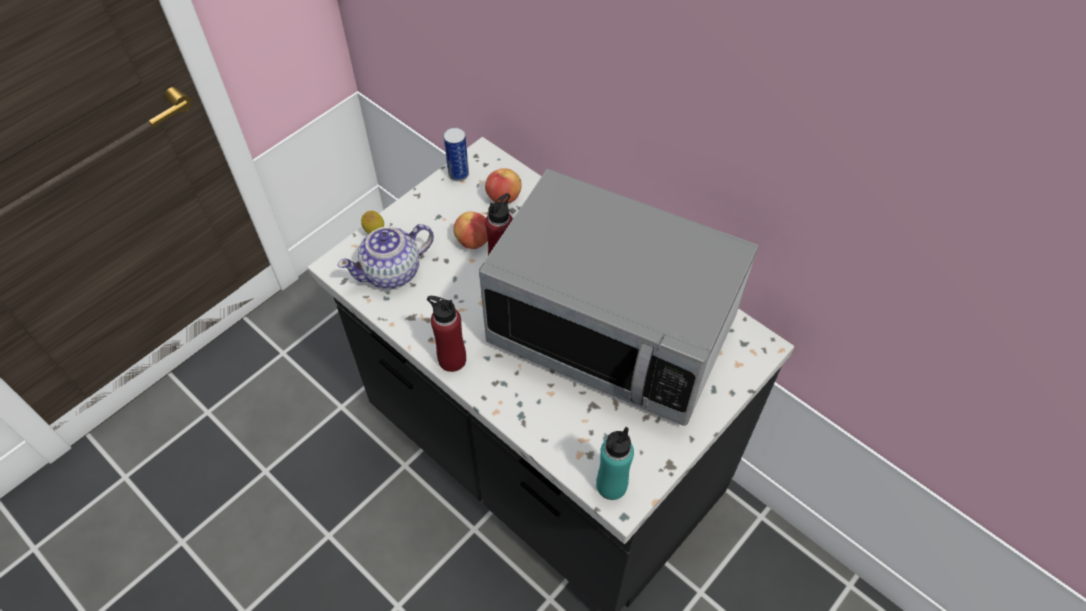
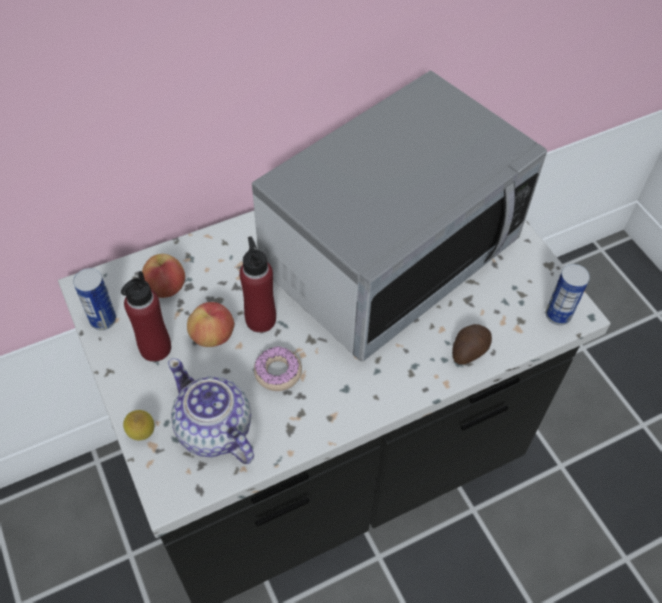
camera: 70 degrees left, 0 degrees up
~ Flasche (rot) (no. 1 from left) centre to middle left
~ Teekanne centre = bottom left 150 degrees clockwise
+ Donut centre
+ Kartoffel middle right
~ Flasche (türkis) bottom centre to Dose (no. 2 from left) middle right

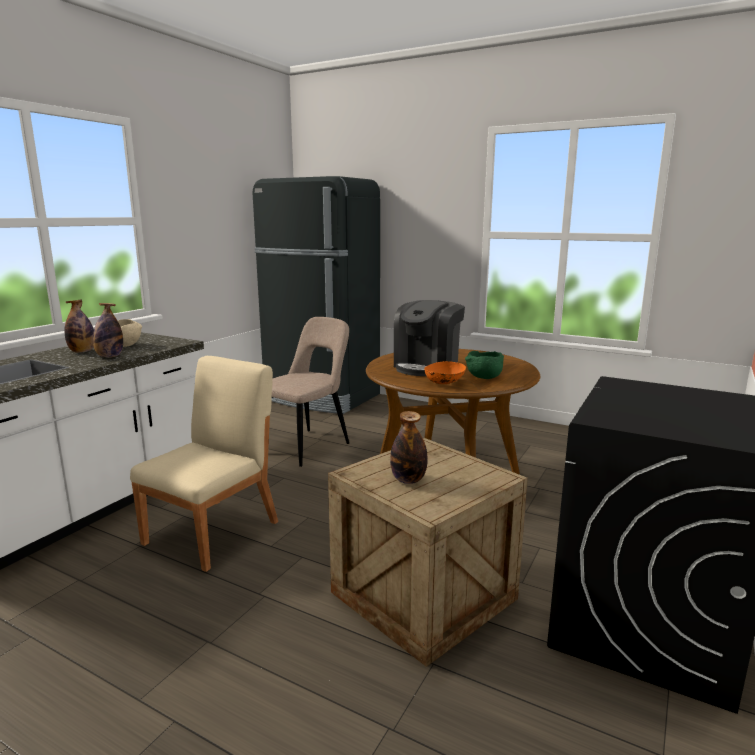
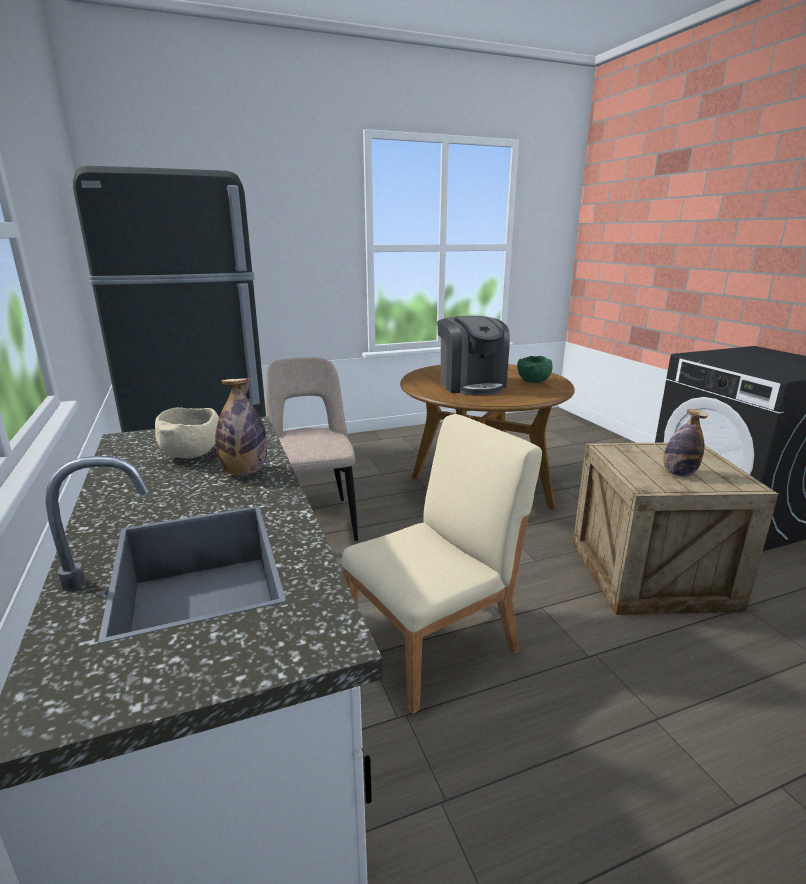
camera: 50 degrees left, 5 degrees up
~ Stuhl (beige) (no. 1 from left in the first image) middle left = centre 75 degrees clockwise
- Flasche (no. 1 from left) middle left
- Schüssel (orange) centre

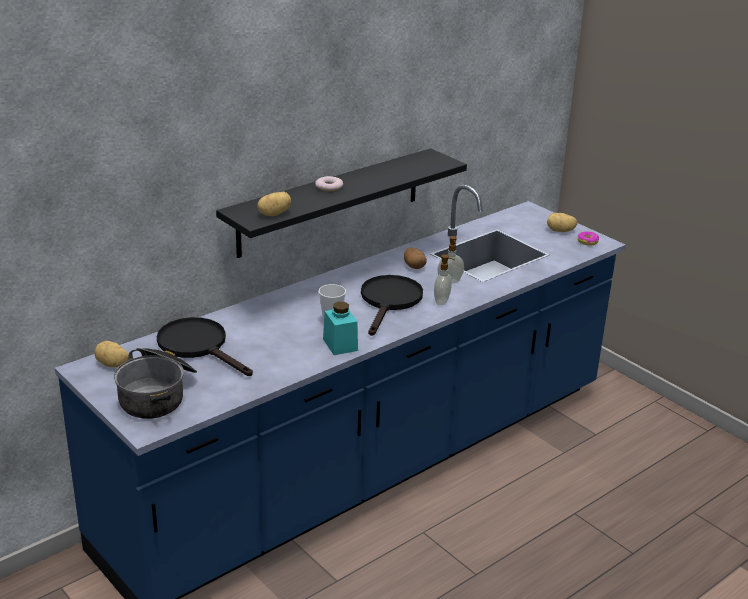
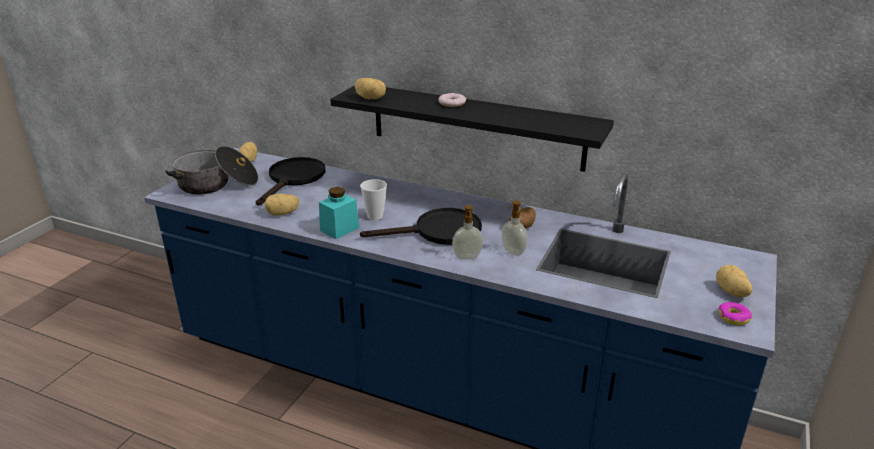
camera: 65 degrees right, 0 degrees up
+ Kartoffel (no. 2 from left) middle left

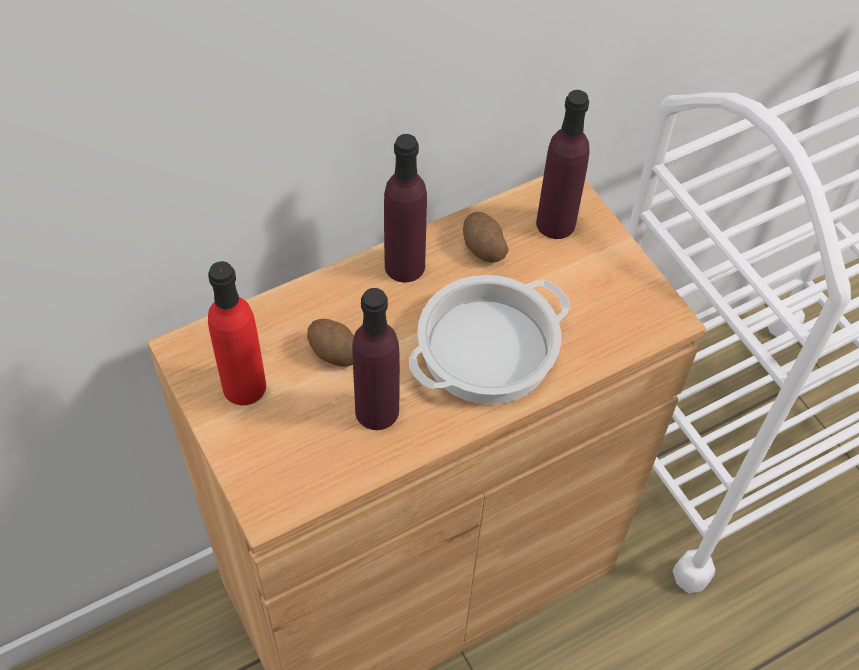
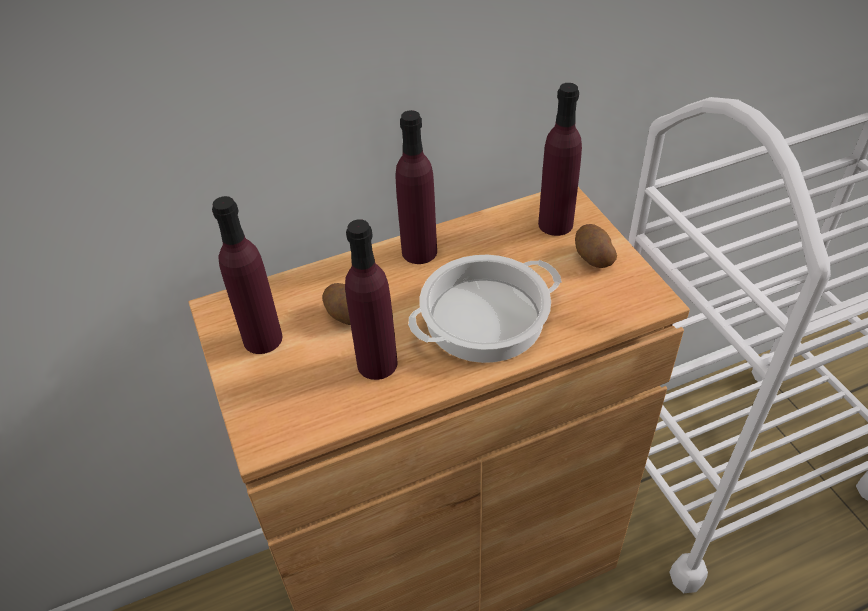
camera: 10 degrees right, 10 degrees down
~ Flasche (rot) middle left to Flasche (lila) (no. 1 from left) middle left
~ Kartoffel (no. 2 from left) centre to middle right

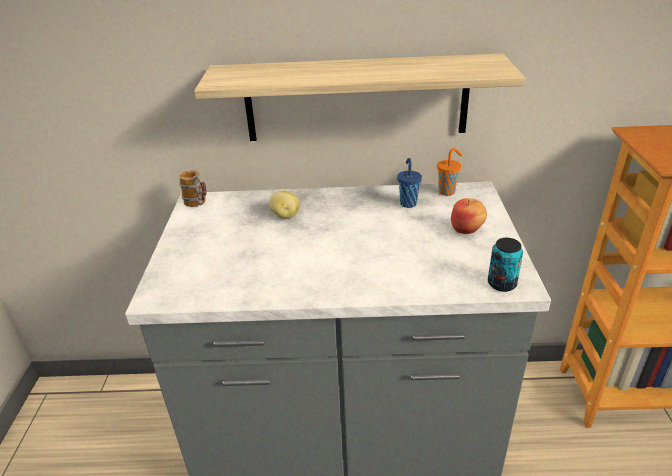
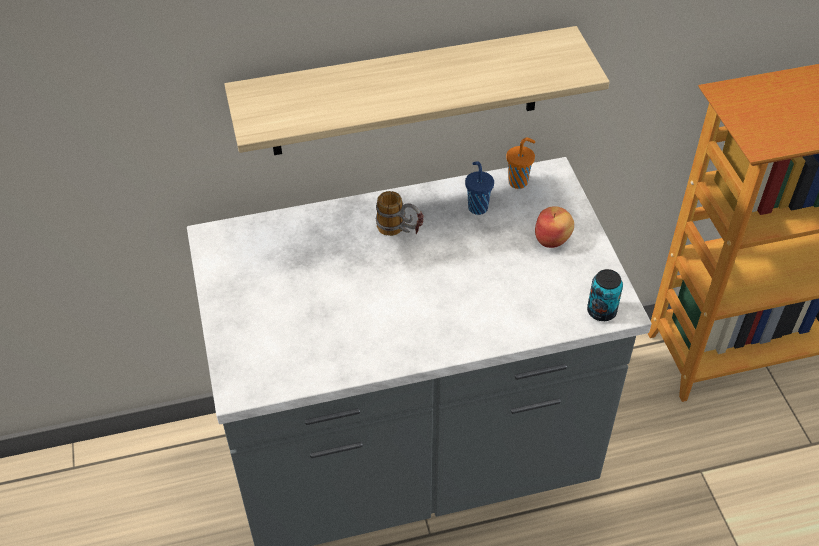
camera: 15 degrees left, 15 degrees up
~ Henkelbecher middle left to centre
- Kartoffel centre

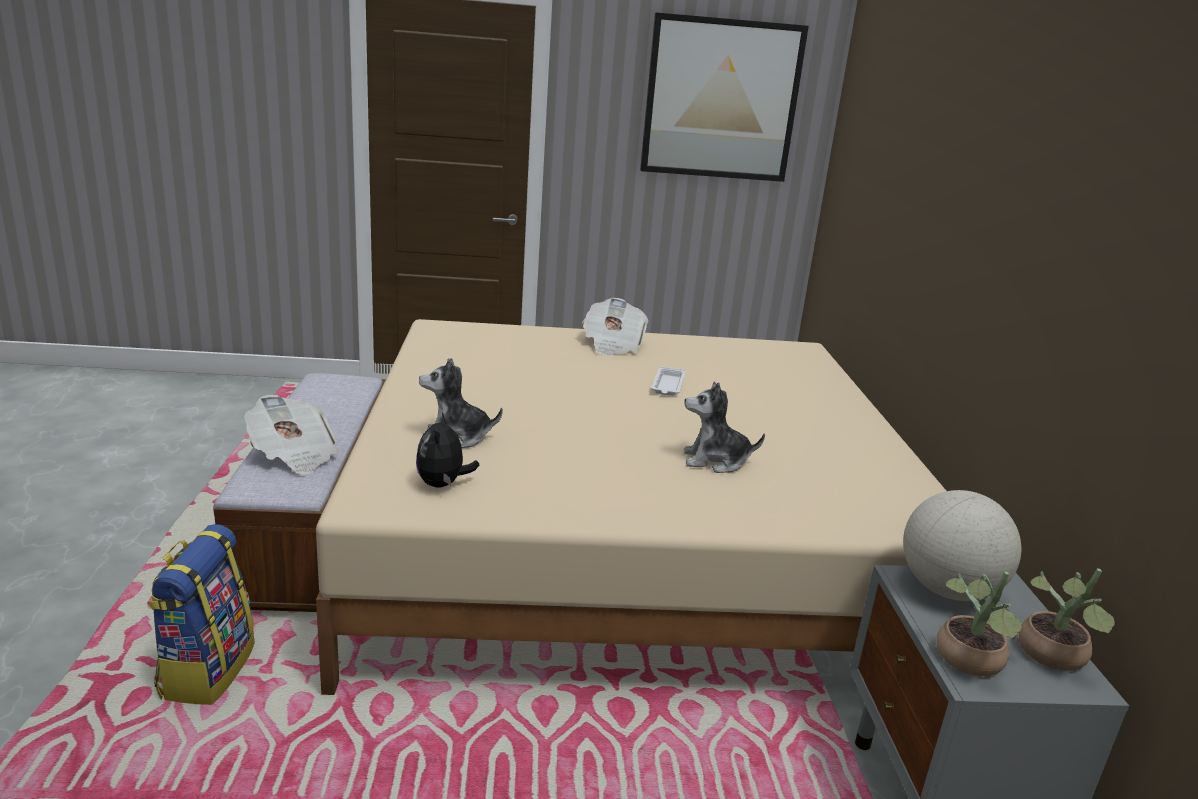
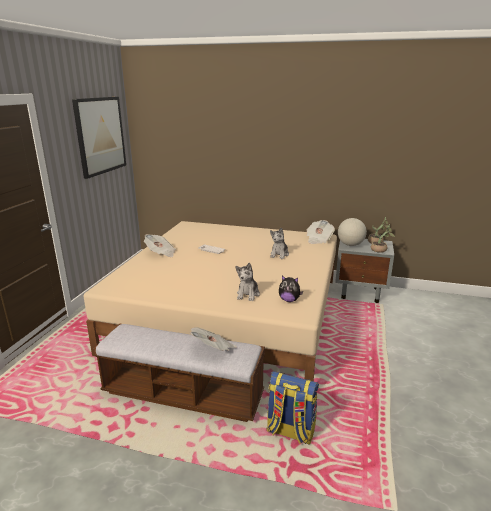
camera: 70 degrees left, 0 degrees up
+ Zeitung (no. 3 from left) centre

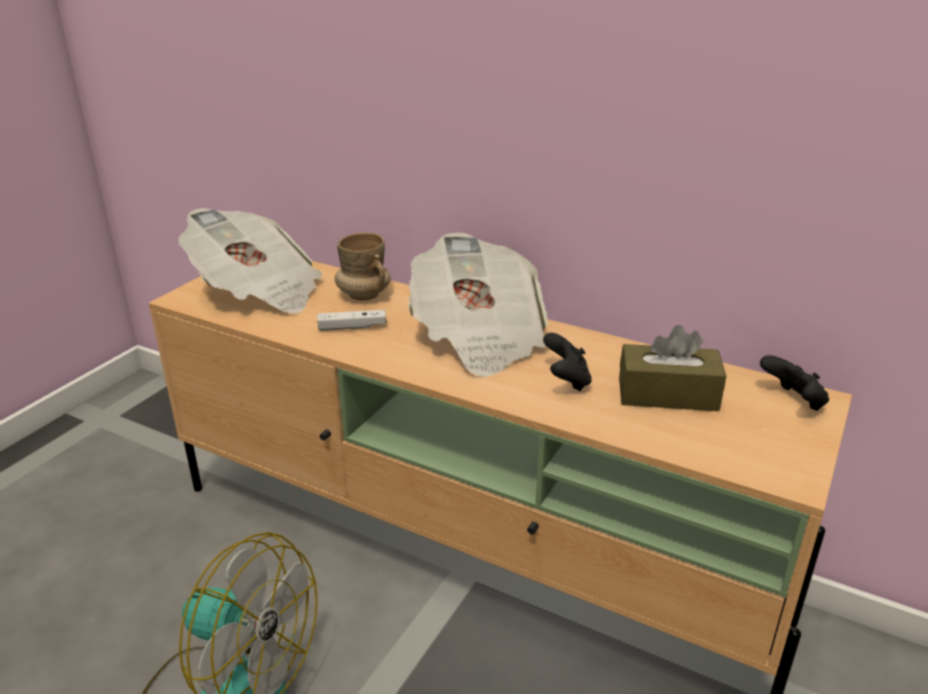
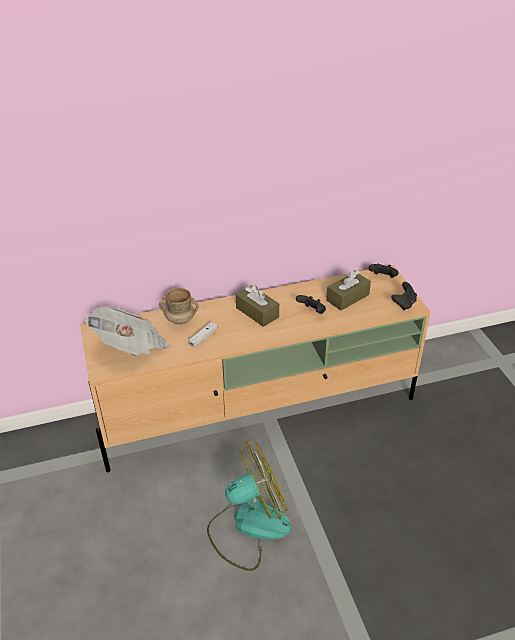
camera: 45 degrees left, 10 degrees up
~ Zeitung (no. 2 from left) centre to Taschentuchbox (braun) (no. 1 from left) centre
+ Gamepad (schwarz) (no. 3 from left) middle right

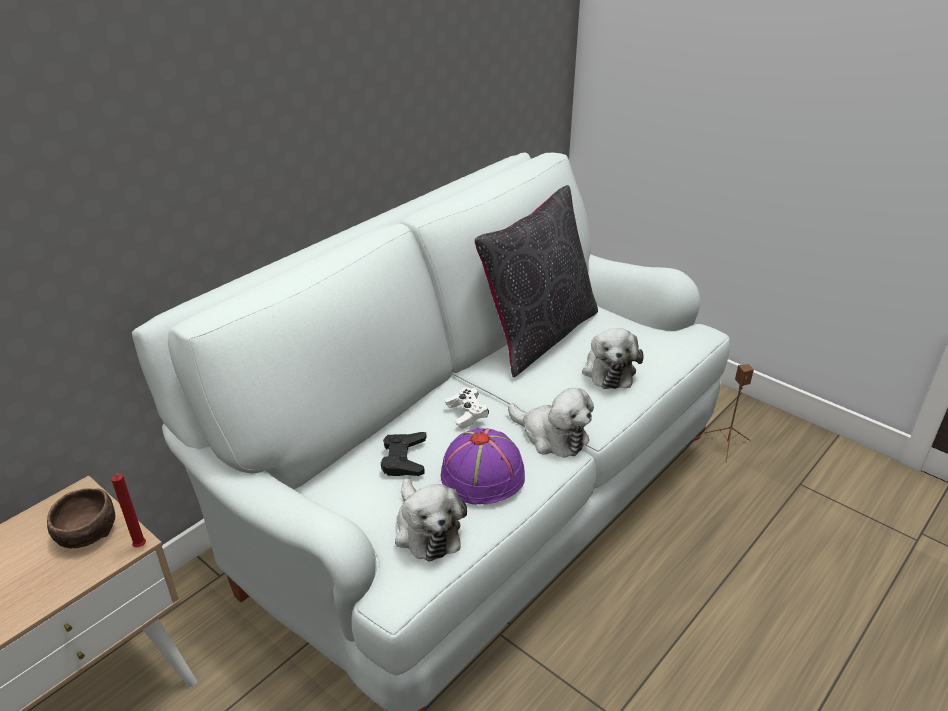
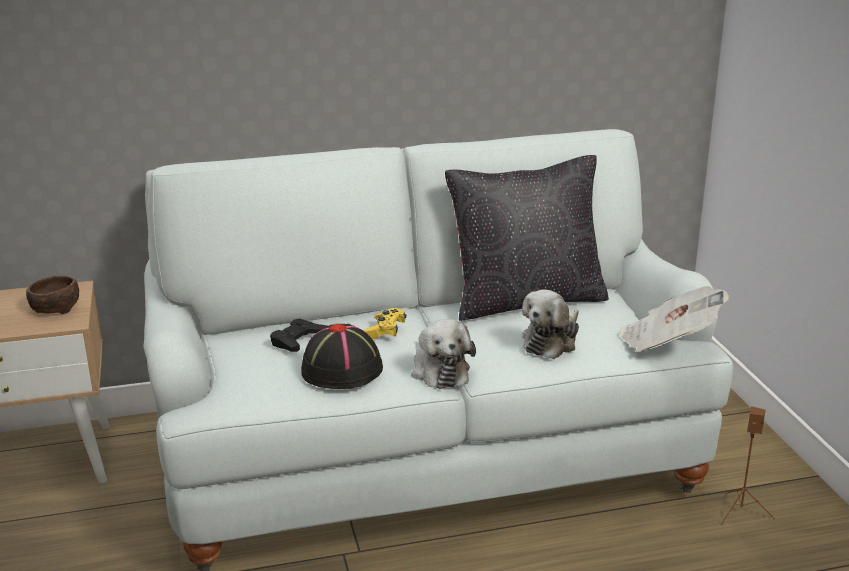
camera: 35 degrees right, 10 degrees down
~ Hut (lila) centre to Hut (schwarz) centre
~ Gamepad (weiß) centre to Gamepad (gelb) centre
+ Zeitung middle right
- Kerze (rot) bottom left
- Plüschtier (no. 1 from left) bottom centre

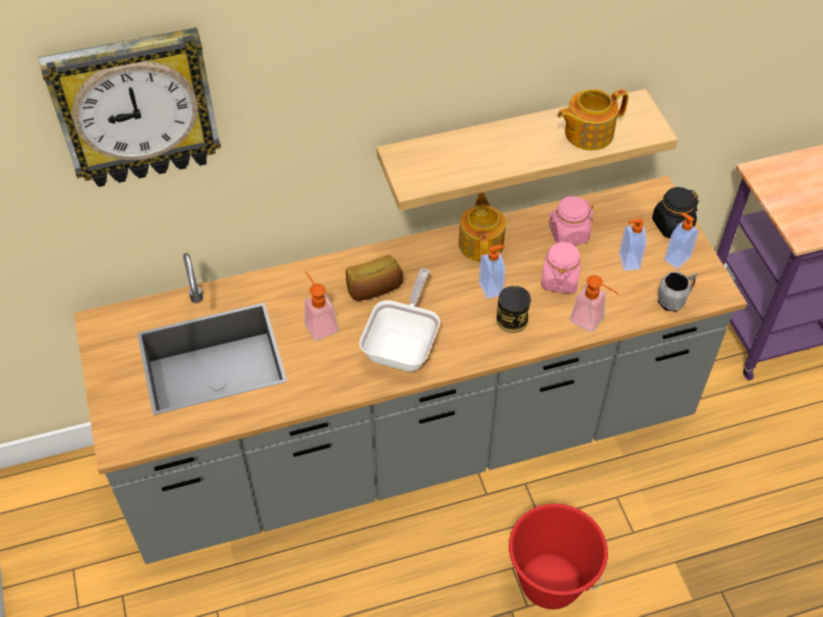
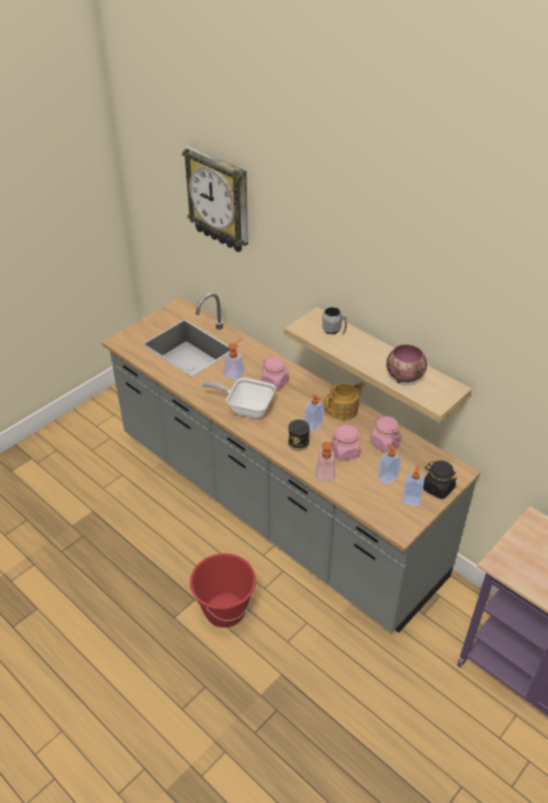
camera: 60 degrees right, 10 degrees down
~ Pfanne centre = centre 150 degrees counterclockwise
~ Brot centre to Vorratsglas (rosa) (no. 1 from left) centre
~ Henkelbecher (grau) middle right to centre
~ Teekanne (no. 2 from left) top right to Schüssel middle right

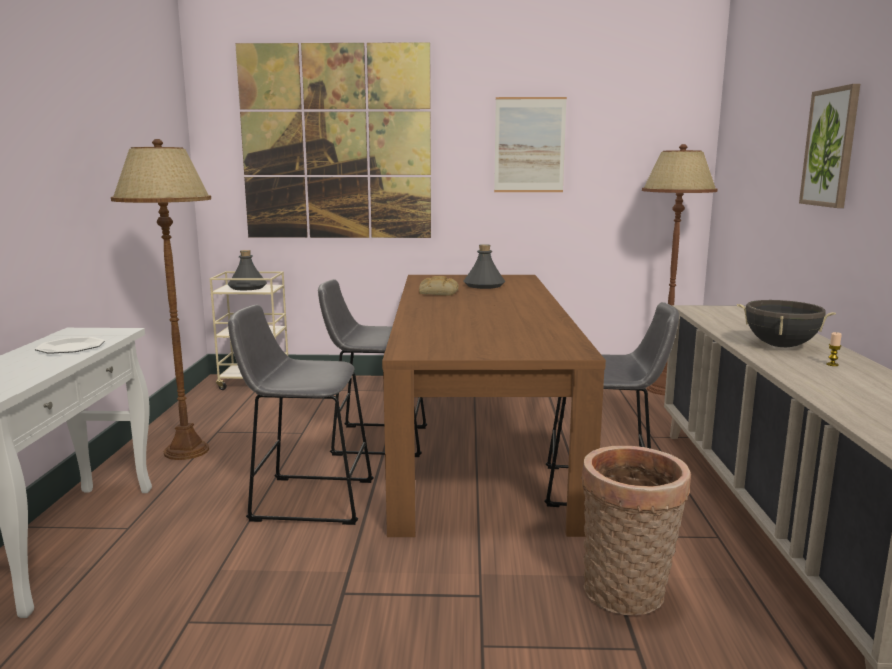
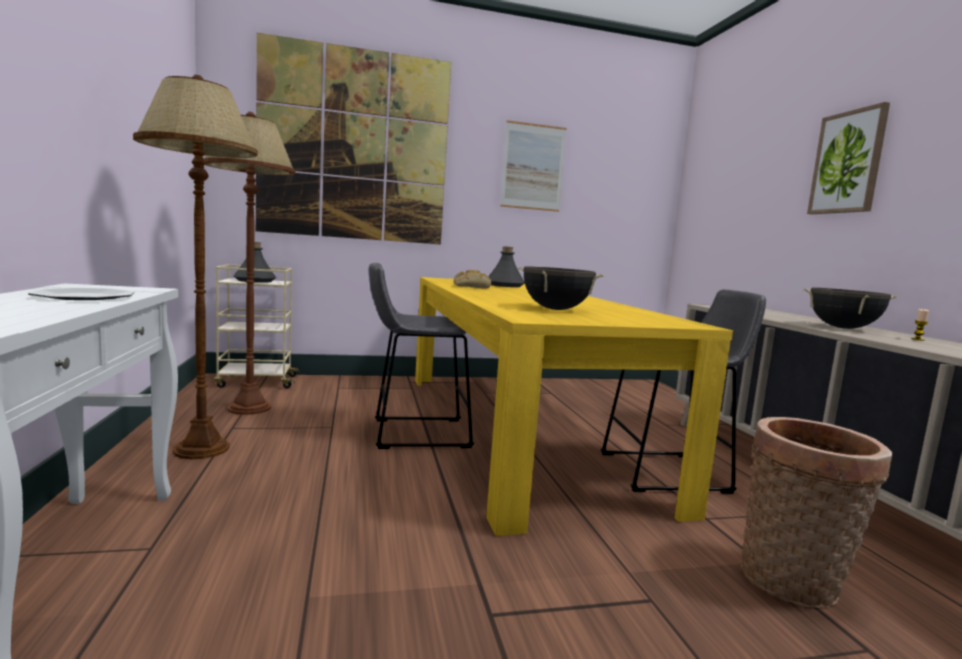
camera: 15 degrees left, 5 degrees down
~ Stehlampe (braun) (no. 2 from left) middle right to middle left
~ Esstisch (braun) centre to Esstisch (gelb) centre
+ Kochtopf (schwarz) (no. 1 from left) centre
- Hocker (grau) (no. 1 from left) centre

